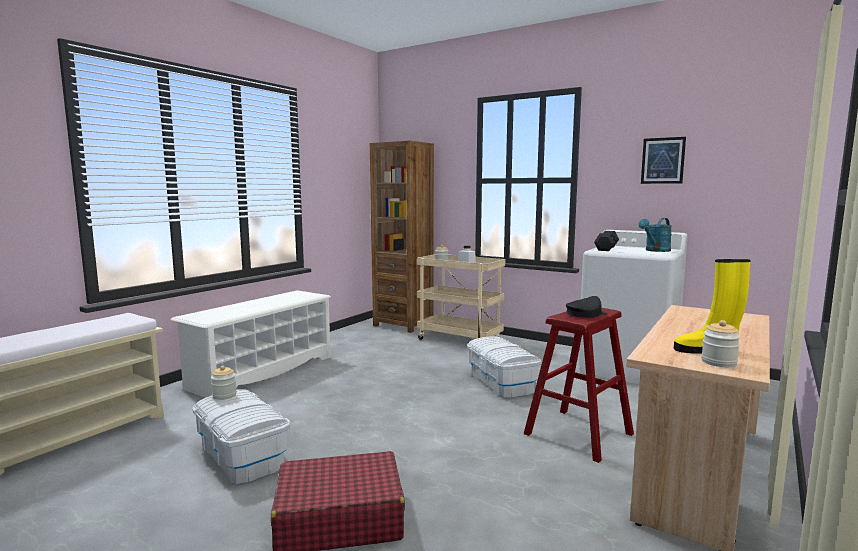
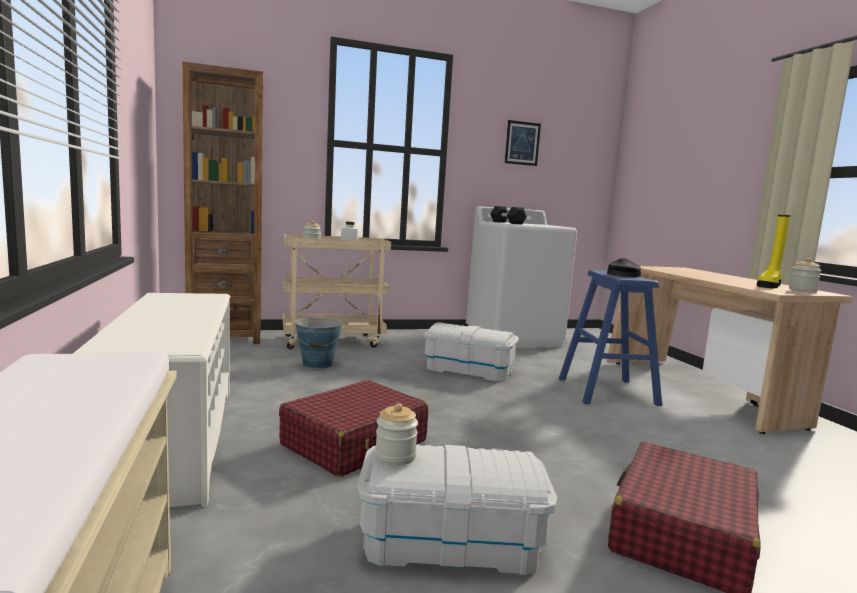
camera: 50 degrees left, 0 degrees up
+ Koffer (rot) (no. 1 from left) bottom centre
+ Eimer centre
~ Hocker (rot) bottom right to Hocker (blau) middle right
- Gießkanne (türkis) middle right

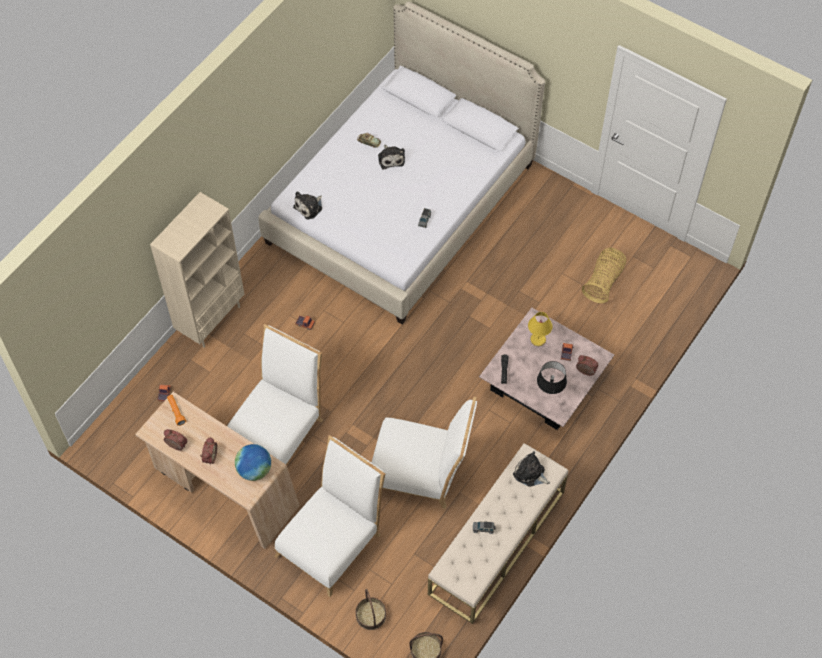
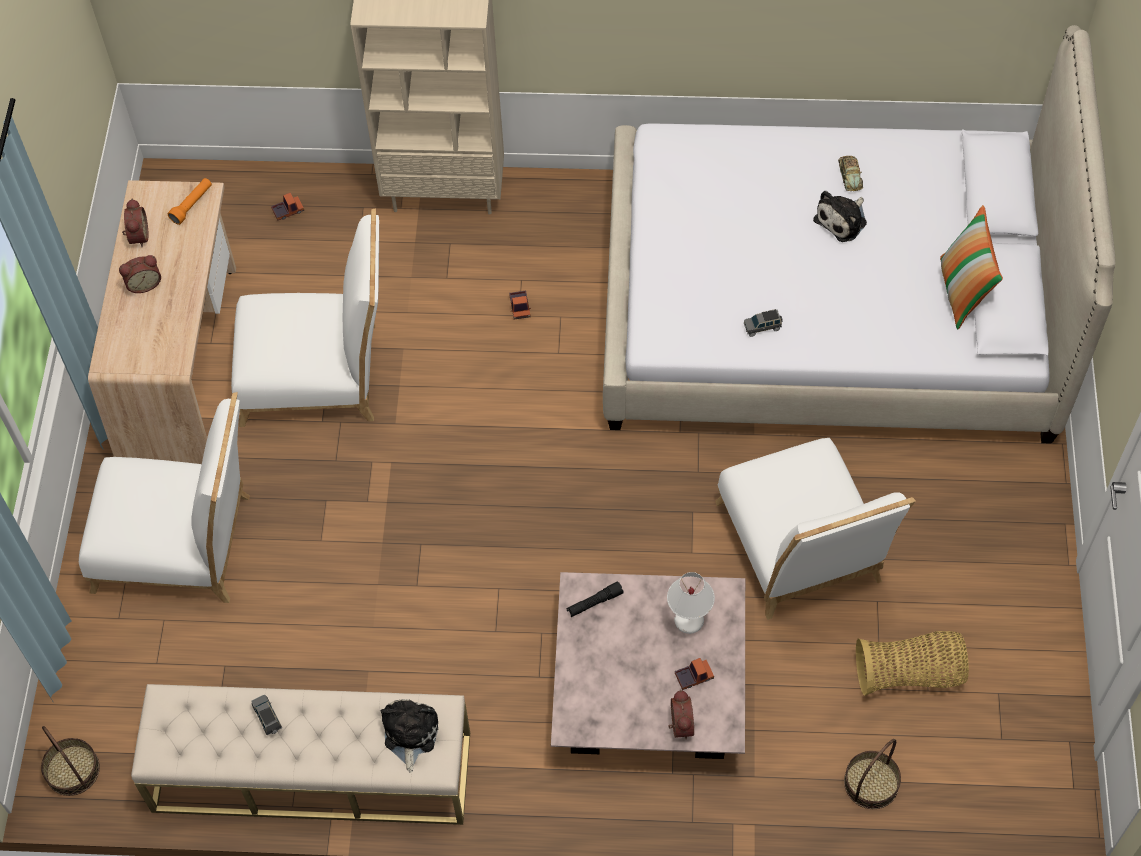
camera: 60 degrees right, 0 degrees up
~ Tischlampe (gelb) centre to Tischlampe (weiß) bottom centre
~ Stuhl (weiß) (no. 3 from left) bottom centre to middle right
~ Korb (no. 1 from left in the first image) bottom centre to Korb (no. 2 from left) bottom right
+ Kissen top right
- Globus bottom left
- Plüschtier (no. 1 from left) top centre
- Tischlampe (schwarz) middle right

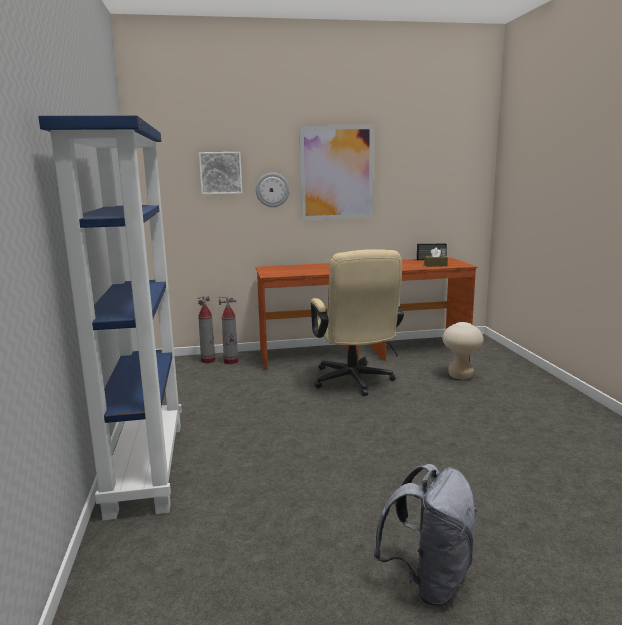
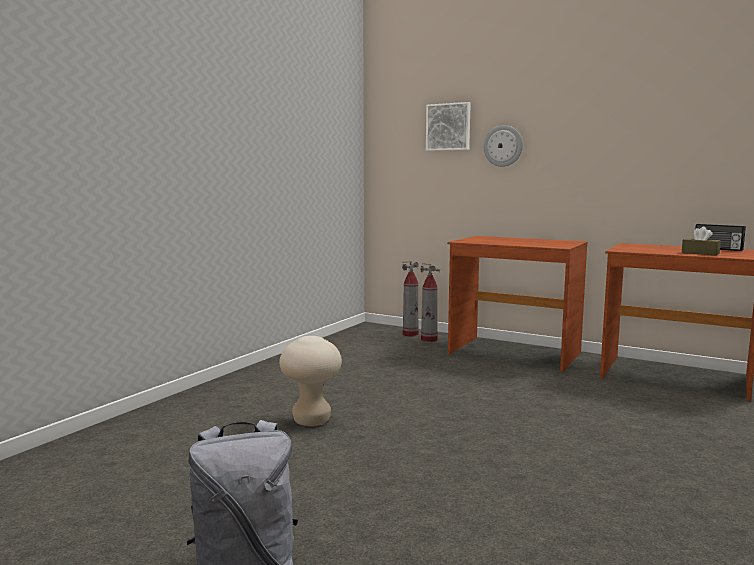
camera: 40 degrees right, 5 degrees down
~ Hocker (beige) middle right to bottom centre
- Bücherregal (blau) middle left
- Bild (no. 2 from left) top centre
- Bürostuhl (beige) centre

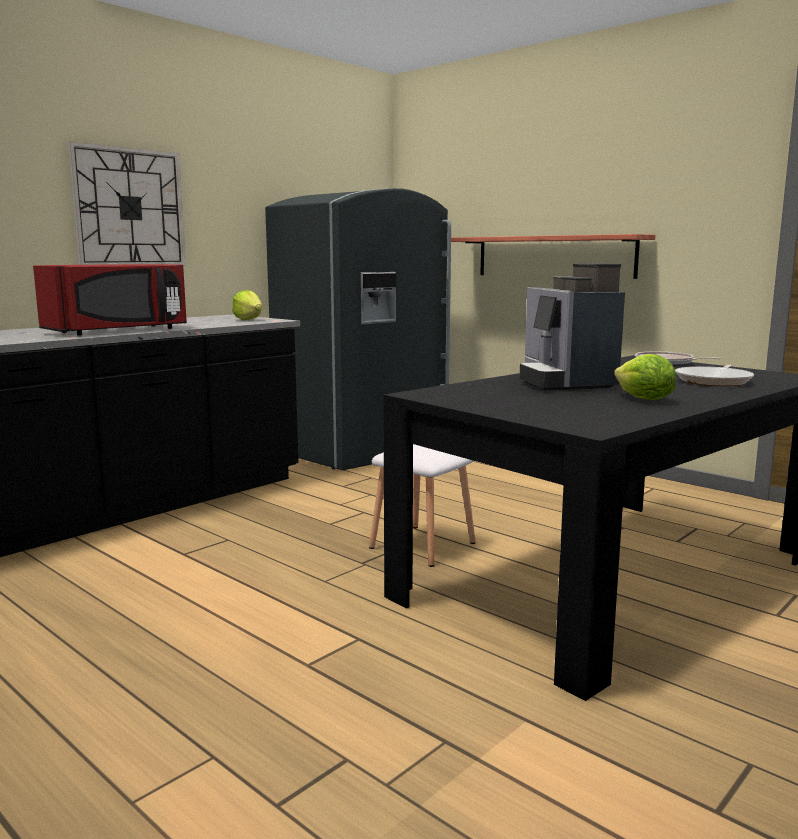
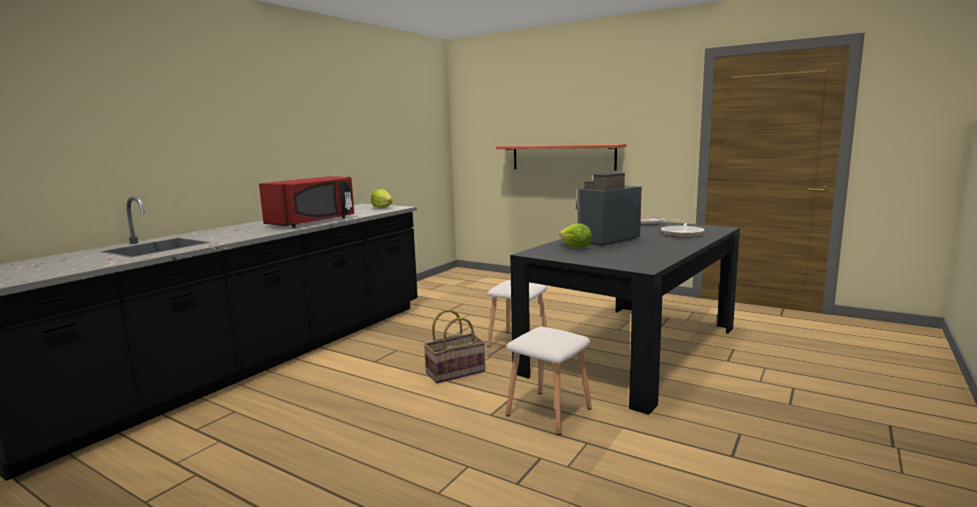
camera: 10 degrees left, 0 degrees up
+ Korb bottom centre
+ Hocker (weiß) (no. 2 from left) bottom centre
~ Salatkopf (no. 2 from left) middle right to centre
~ Kaffeemaschine middle right = centre 75 degrees clockwise
- Wanduhr top left
- Kühlschrank (grau) centre

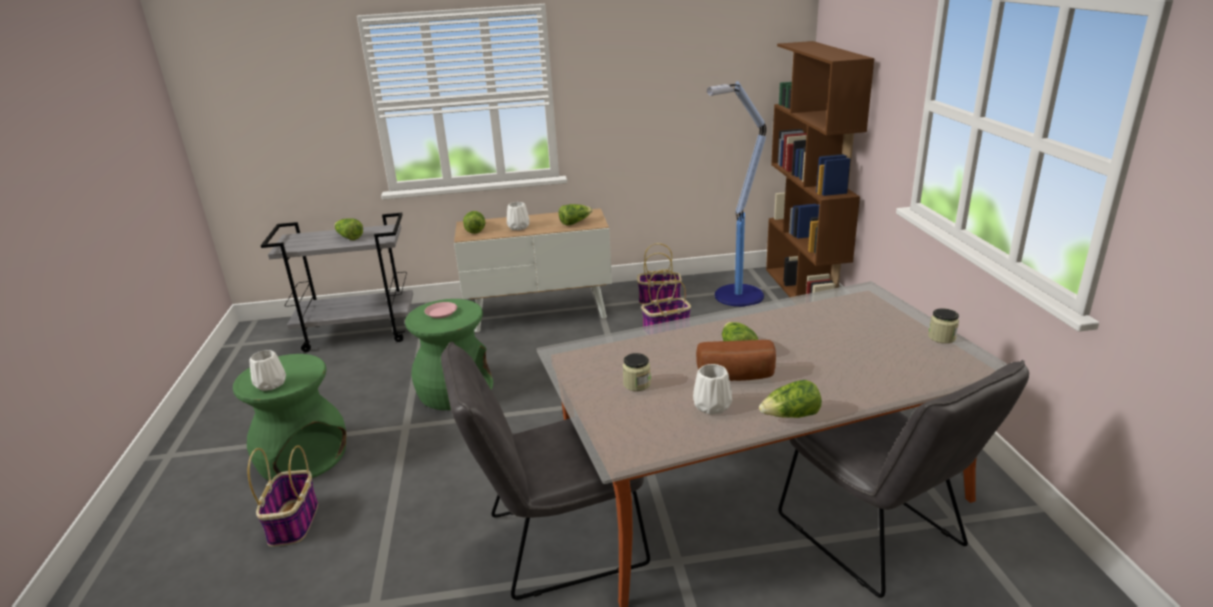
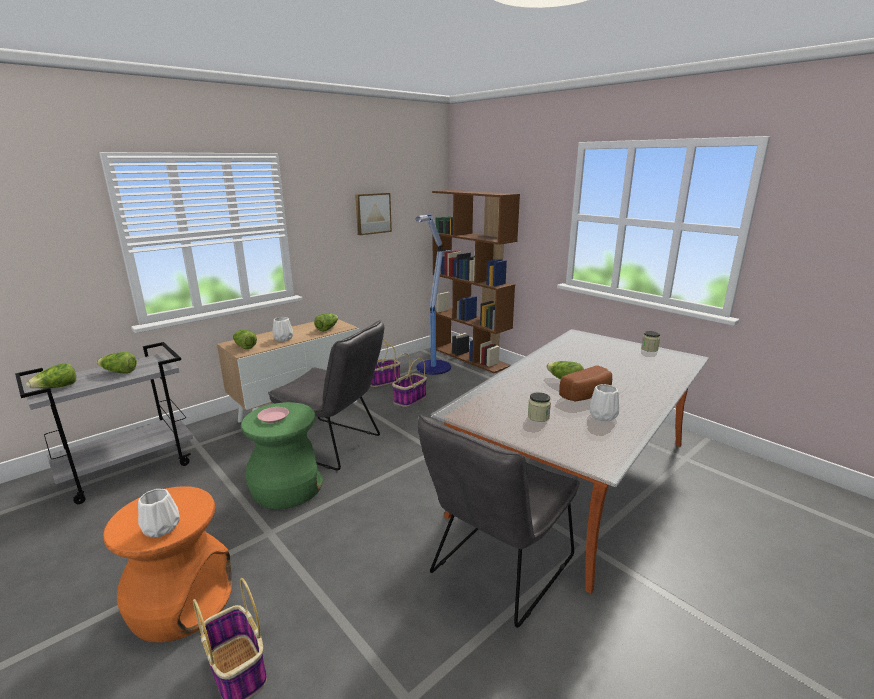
camera: 35 degrees left, 5 degrees down
~ Salatkopf (no. 5 from left in the first image) centre to Salatkopf (no. 1 from left) middle left
~ Hocker (grün) (no. 1 from left) bottom left to Hocker (orange) bottom left
~ Stuhl (grau) (no. 2 from left in the first image) bottom right to Stuhl (grau) (no. 1 from left) centre
+ Bild top centre

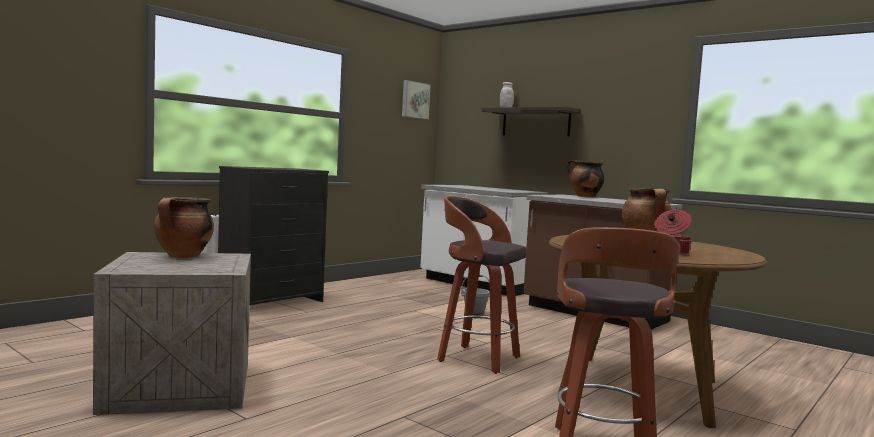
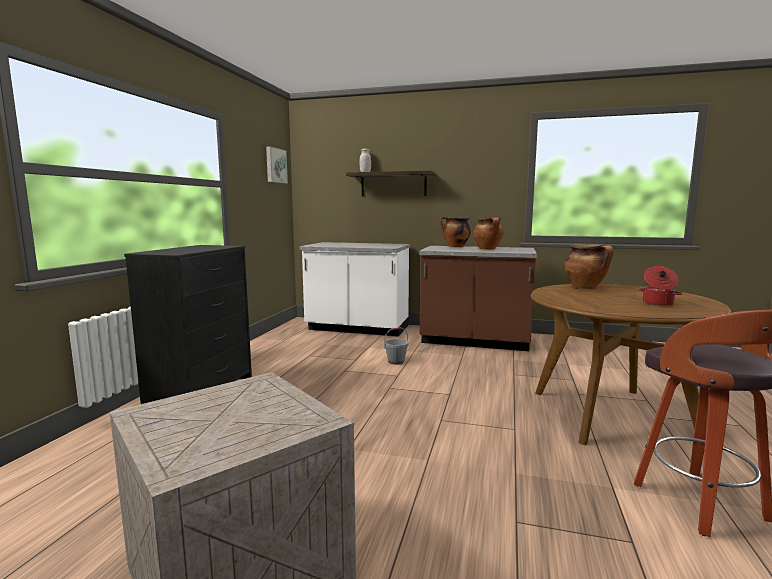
camera: 25 degrees left, 5 degrees up
~ Kochtopf (no. 1 from left in the first image) middle left to Kochtopf (no. 2 from left) centre
- Hocker (no. 1 from left) centre

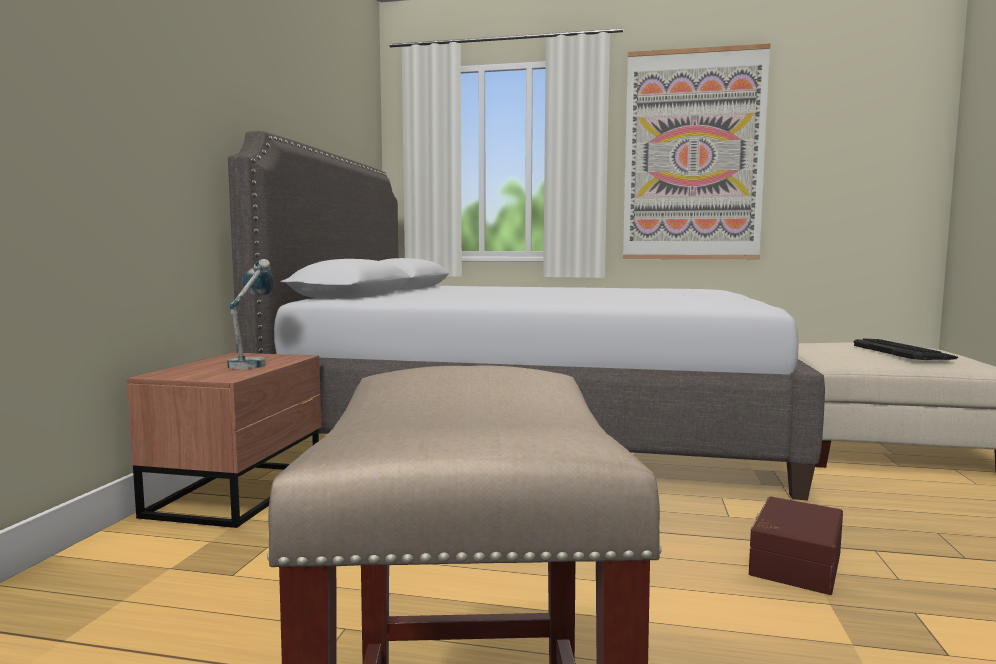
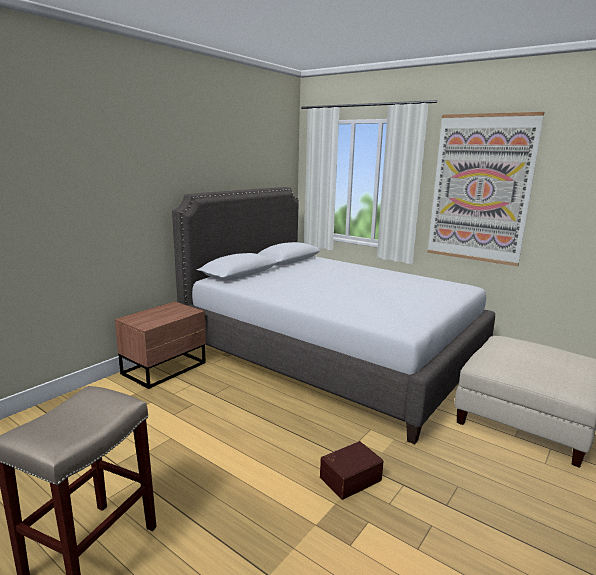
camera: 25 degrees right, 10 degrees up
- Tischlampe middle left
- Tastatur middle right

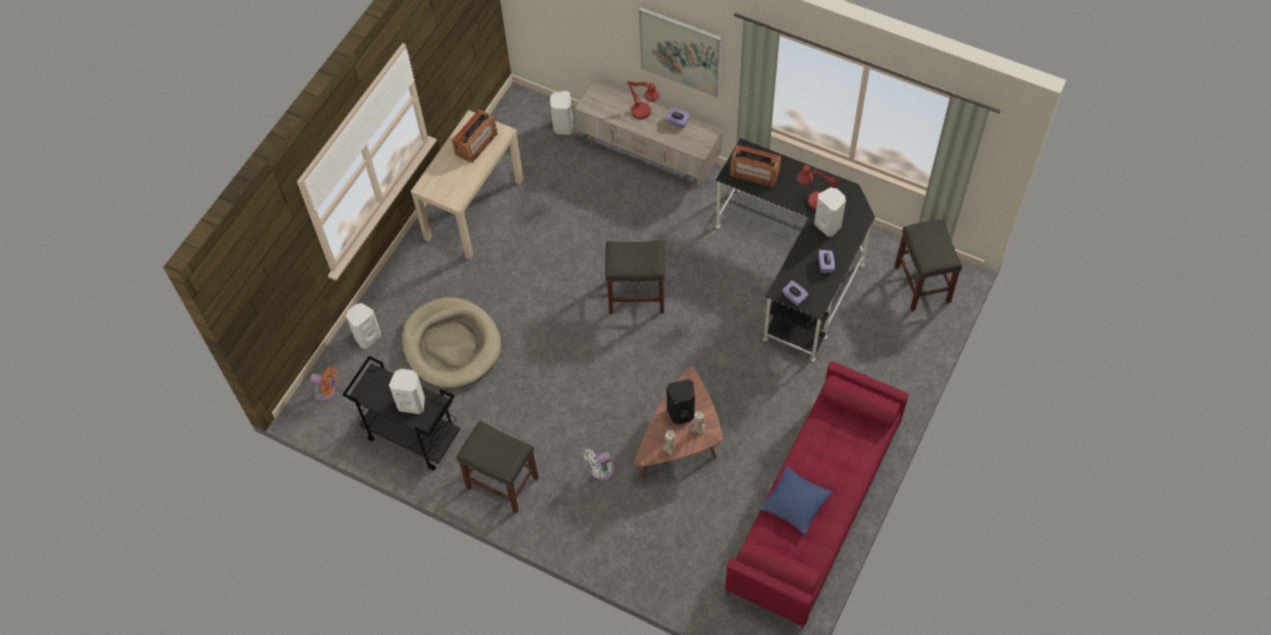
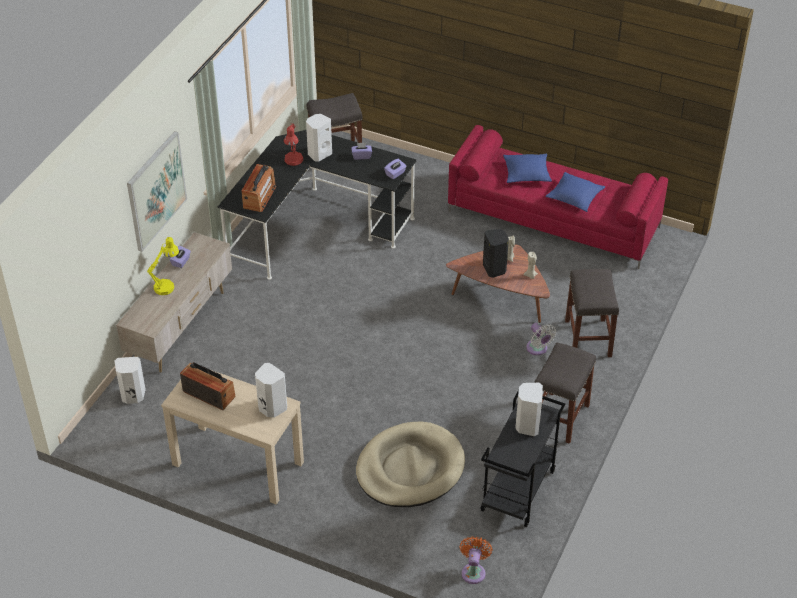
camera: 95 degrees left, 15 degrees down
~ Tischlampe (rot) (no. 1 from left) top centre to Tischlampe (gelb) middle left
~ Lautsprecher (weiß) (no. 1 from left in the first image) middle left to Lautsprecher (weiß) (no. 2 from left) centre
+ Kissen (blau) (no. 1 from left) top centre
~ Hocker (grau) (no. 2 from left in the first image) centre to Hocker (grau) (no. 3 from left) middle right

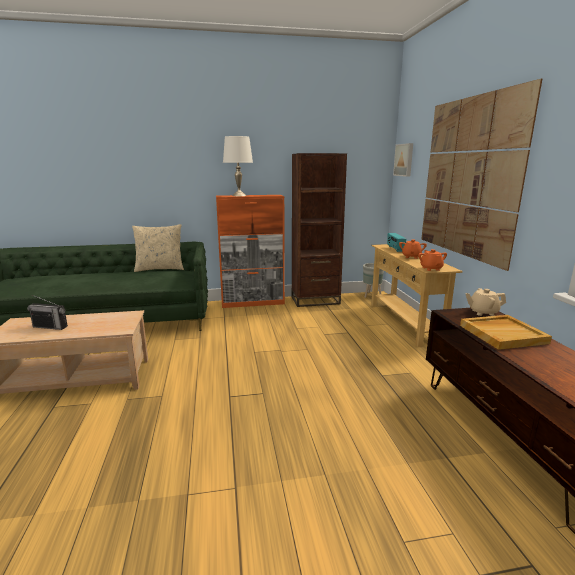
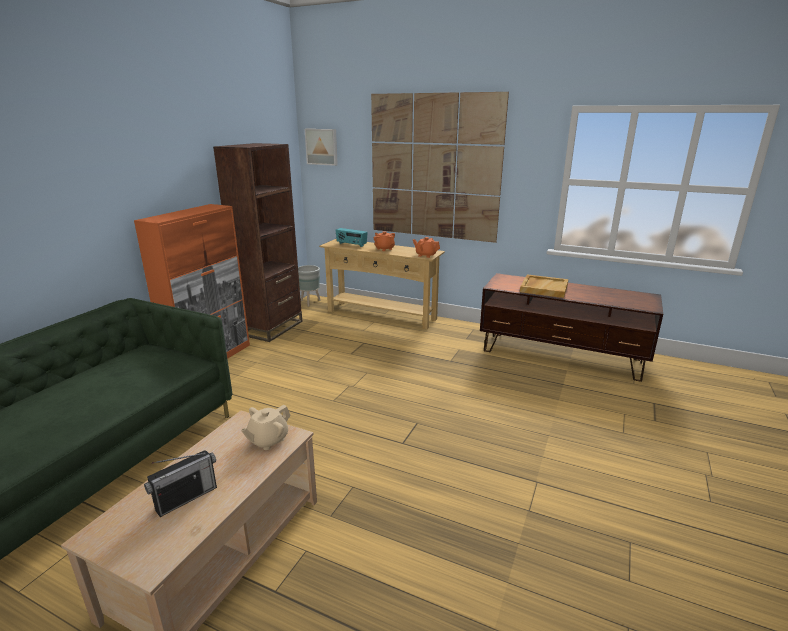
camera: 55 degrees left, 5 degrees up
~ Teekanne (beige) middle right to bottom centre
- Kissen (beige) middle left
- Tischlampe (weiß) top centre

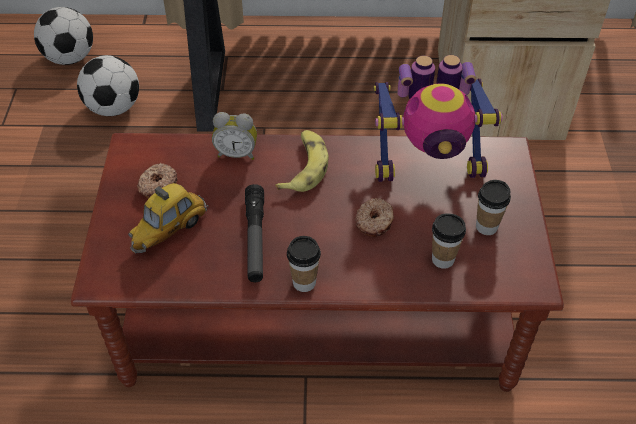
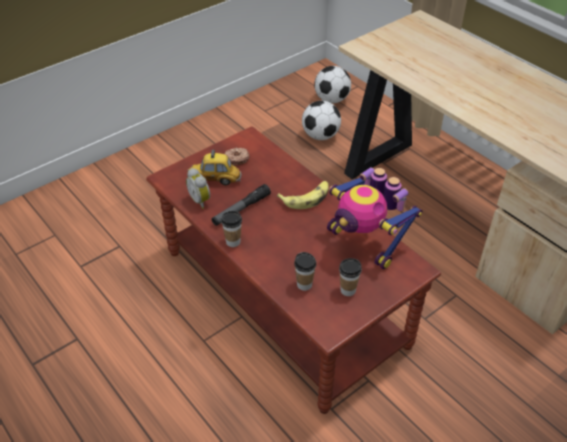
camera: 50 degrees right, 5 degrees down
~ Wecker top centre to centre
- Donut (no. 2 from left) centre

